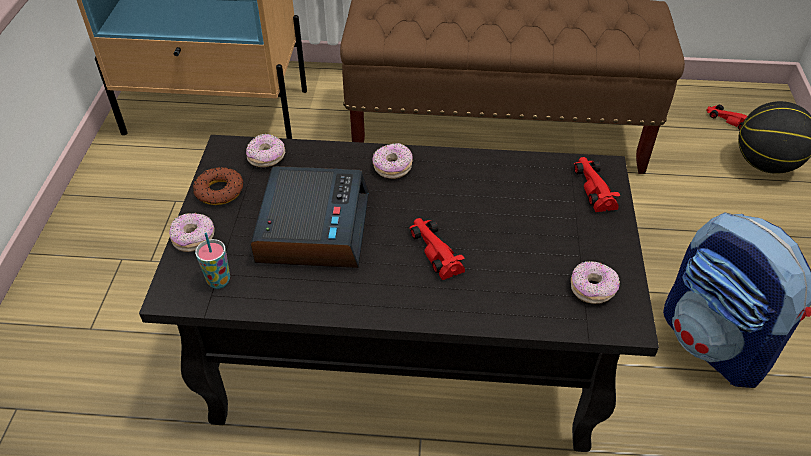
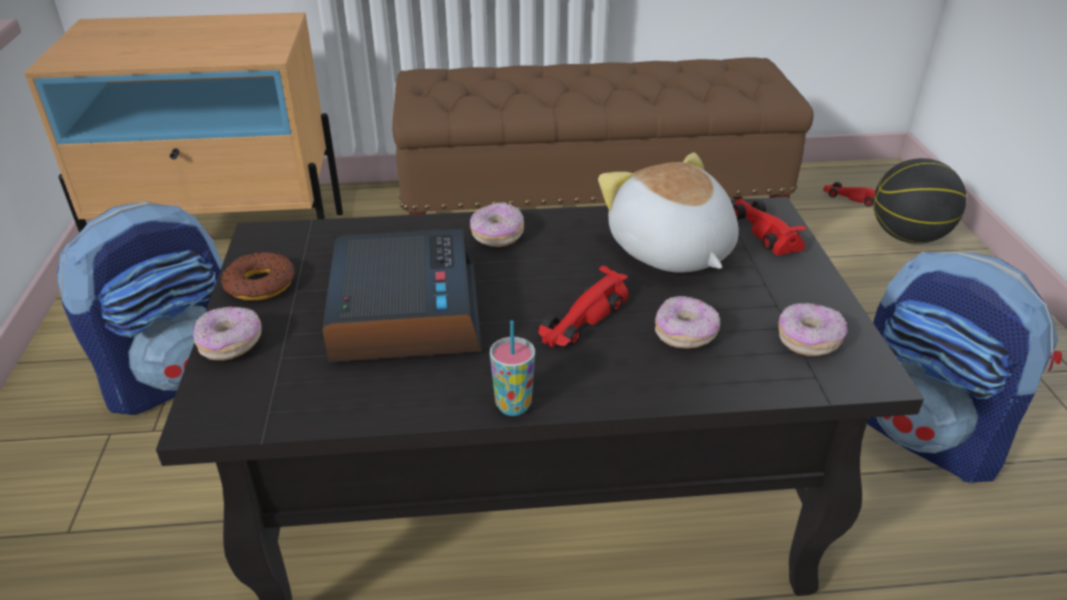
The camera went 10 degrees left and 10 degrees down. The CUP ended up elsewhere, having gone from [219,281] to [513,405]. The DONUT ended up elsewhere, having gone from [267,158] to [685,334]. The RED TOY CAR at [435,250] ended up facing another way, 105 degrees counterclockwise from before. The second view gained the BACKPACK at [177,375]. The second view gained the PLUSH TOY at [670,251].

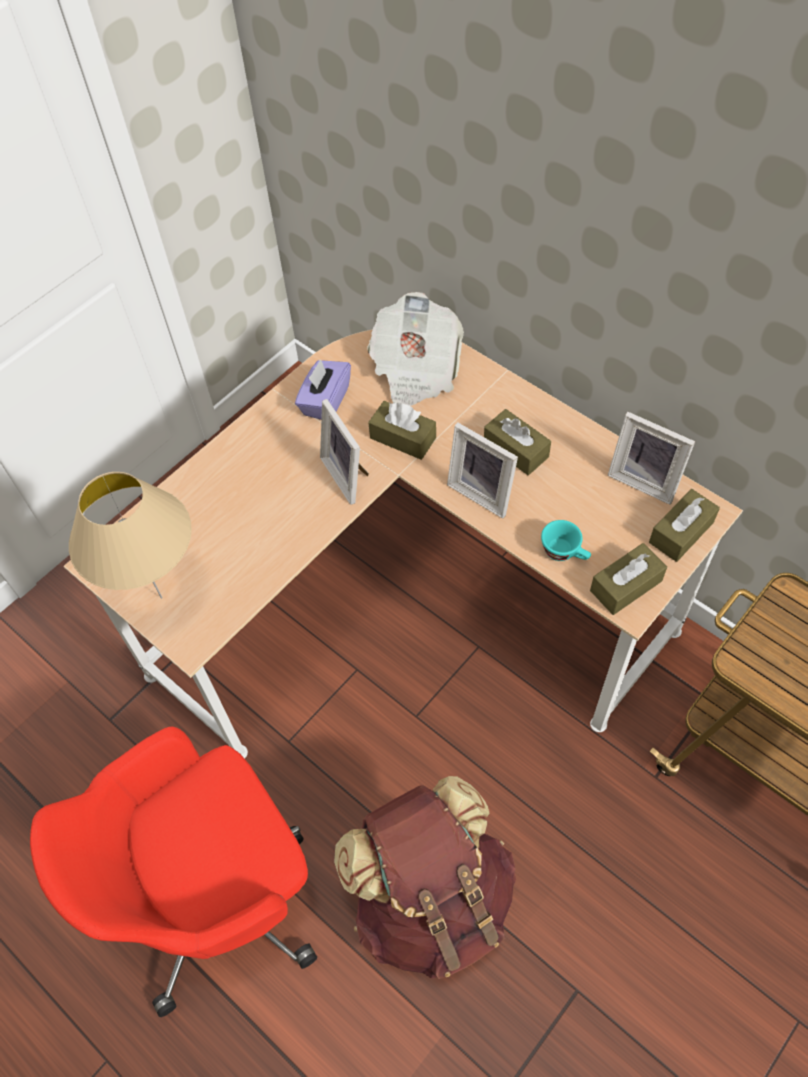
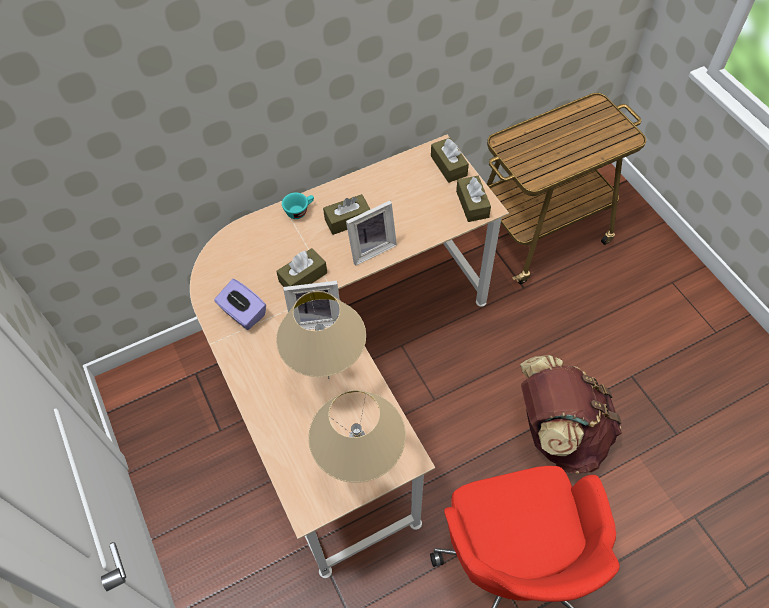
The camera went 70 degrees left and 0 degrees up. The second view lost the NEWSPAPER at [415,370]. The TURQUOISE CUP ended up elsewhere, having gone from [565,552] to [299,211]. The second view lost the PICTURE FRAME at [645,479]. The second view gained the BEIGE TABLE LAMP at [329,379].

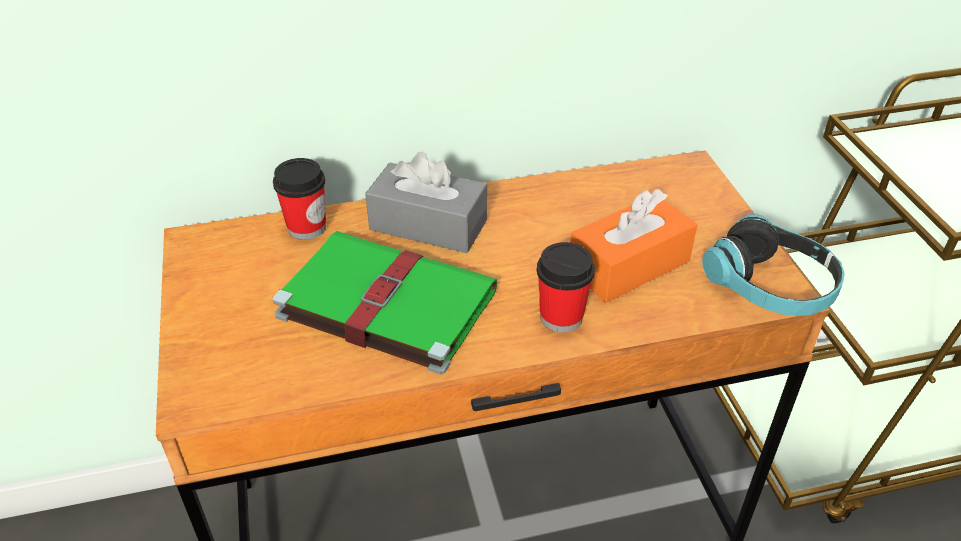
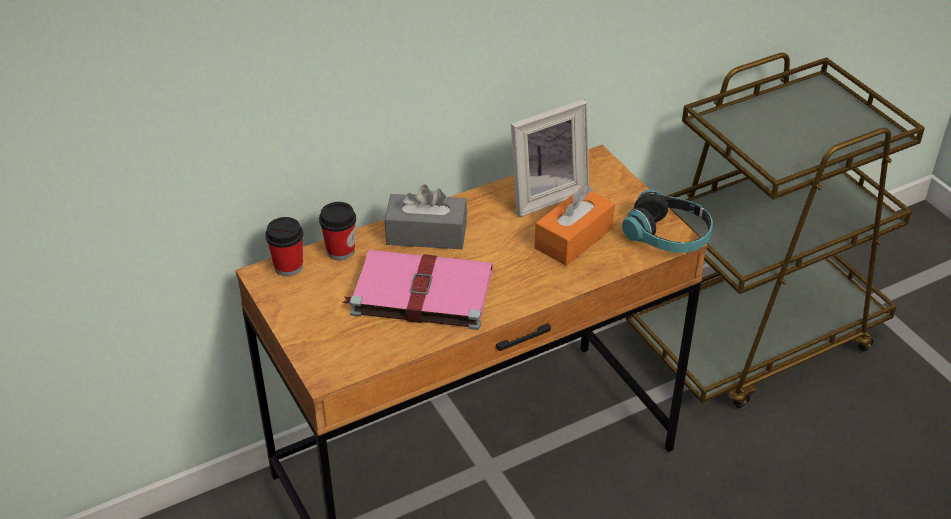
The camera went 15 degrees left and 0 degrees up. What was the GREEN BOOK at [383,303] turned into the PINK BOOK at [419,292]. The CUP ended up elsewhere, having gone from [561,317] to [288,266]. The second view gained the PICTURE FRAME at [545,194].

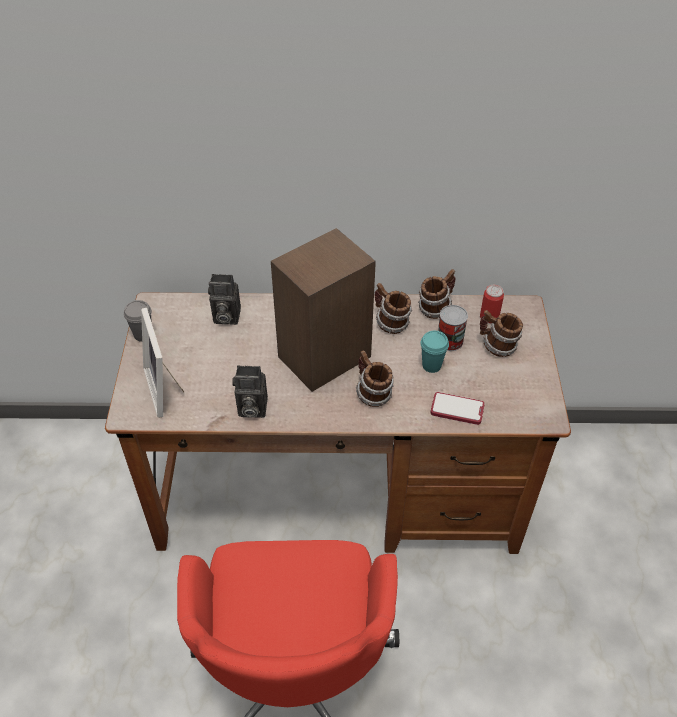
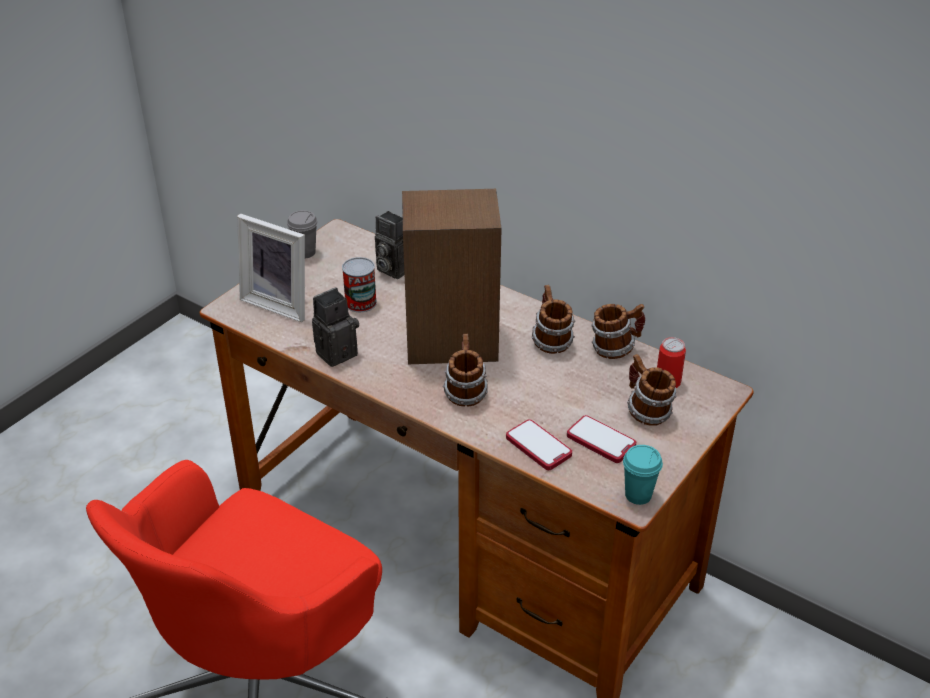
The camera went 35 degrees right and 10 degrees down. The PICTURE FRAME at [166,388] ended up facing another way, 75 degrees counterclockwise from before. The PHOTO CAMERA at [250,408] ended up facing another way, 105 degrees clockwise from before. The TURQUOISE CUP ended up elsewhere, having gone from [431,365] to [638,495]. The CAN ended up elsewhere, having gone from [449,341] to [360,302]. The second view gained the PHONE at [601,441].

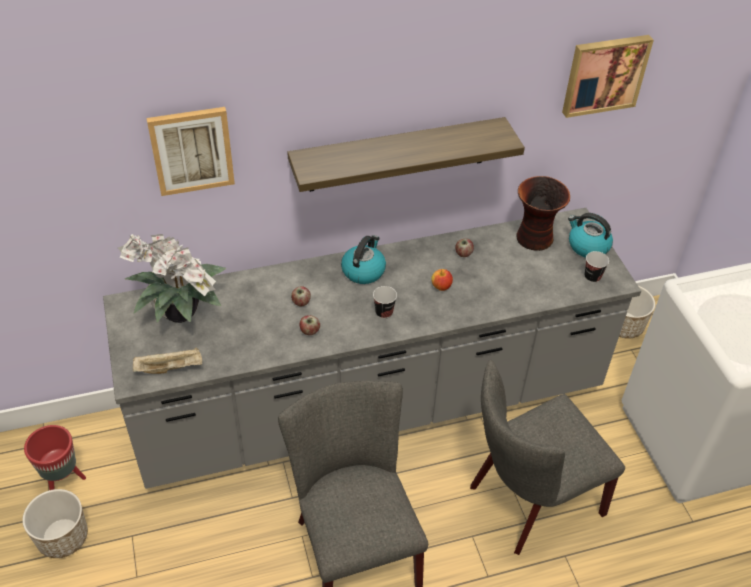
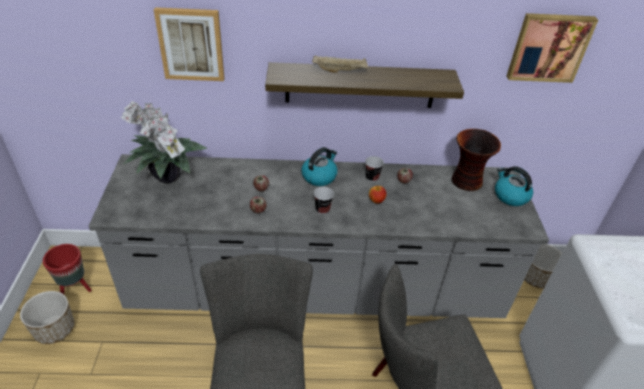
The camera went 15 degrees right and 5 degrees down. The BEIGE TRAY ended up elsewhere, having gone from [170,368] to [340,71]. The CUP ended up elsewhere, having gone from [592,277] to [372,177].

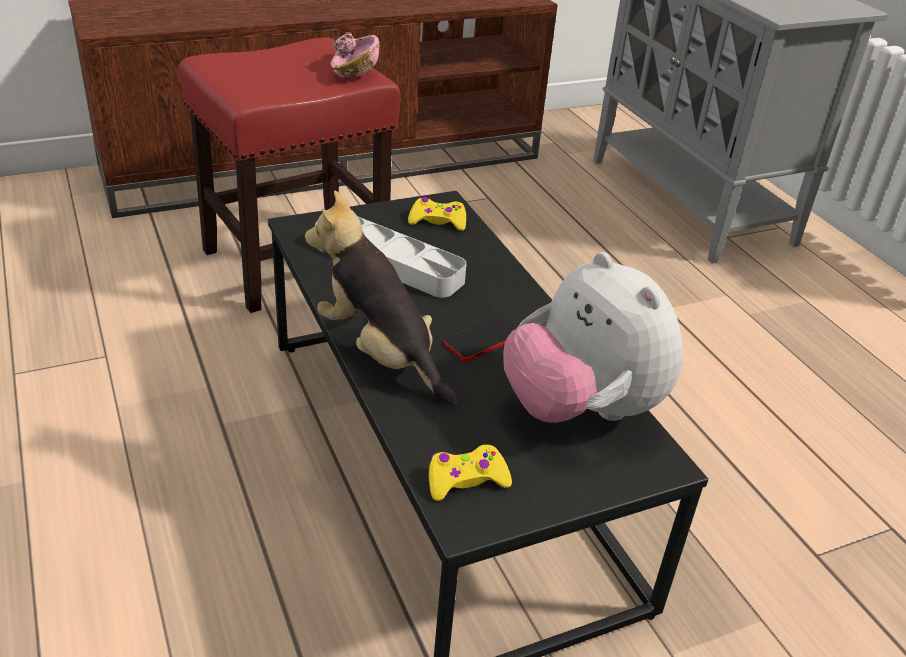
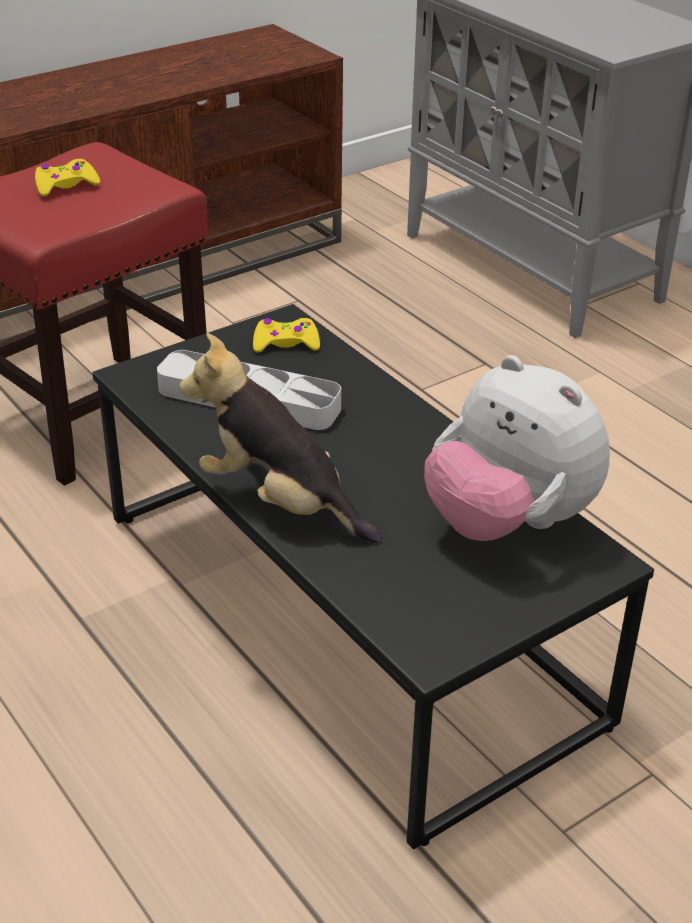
The camera went 10 degrees left and 0 degrees up. The second view lost the PINK BOWL at [349,69]. The YELLOW GAME CONTROLLER ended up elsewhere, having gone from [466,480] to [65,185]. The second view lost the PHONE at [481,340].

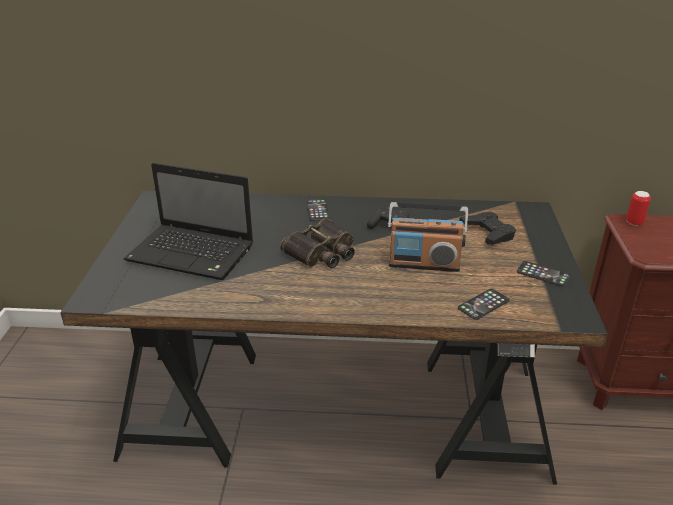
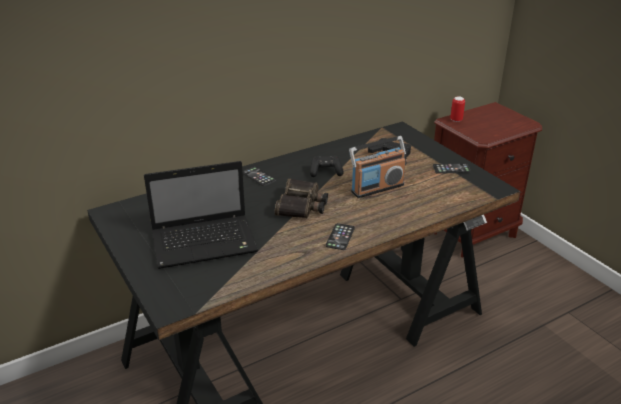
The camera went 35 degrees left and 0 degrees up. The PHONE ended up elsewhere, having gone from [483,304] to [340,237].

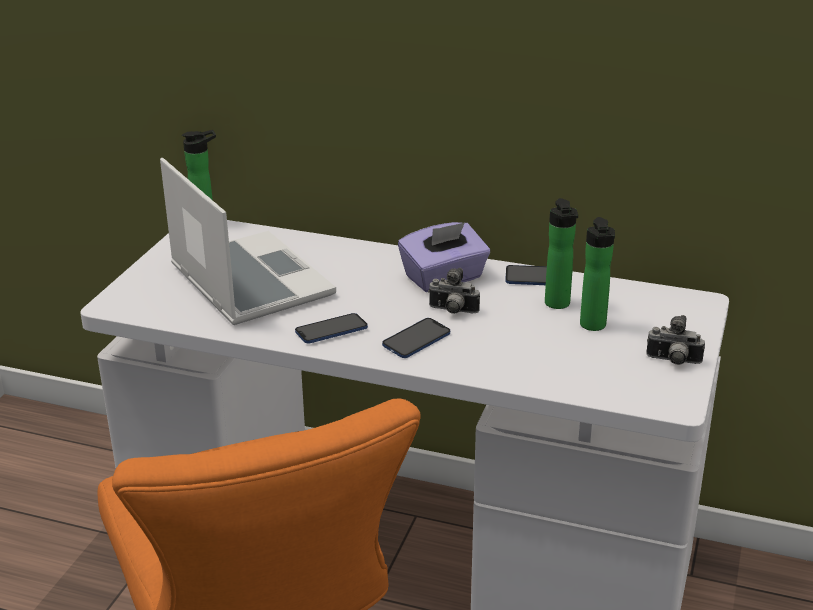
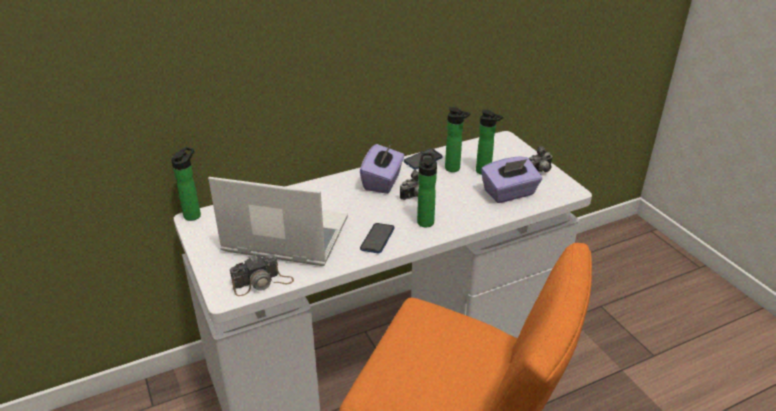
The camera went 45 degrees left and 5 degrees up. Where the PHONE stood at [416,340], the BOTTLE came to stand at [425,220]. The second view gained the PHOTO CAMERA at [262,283]. The second view gained the PURPLE TISSUE BOX at [509,193].

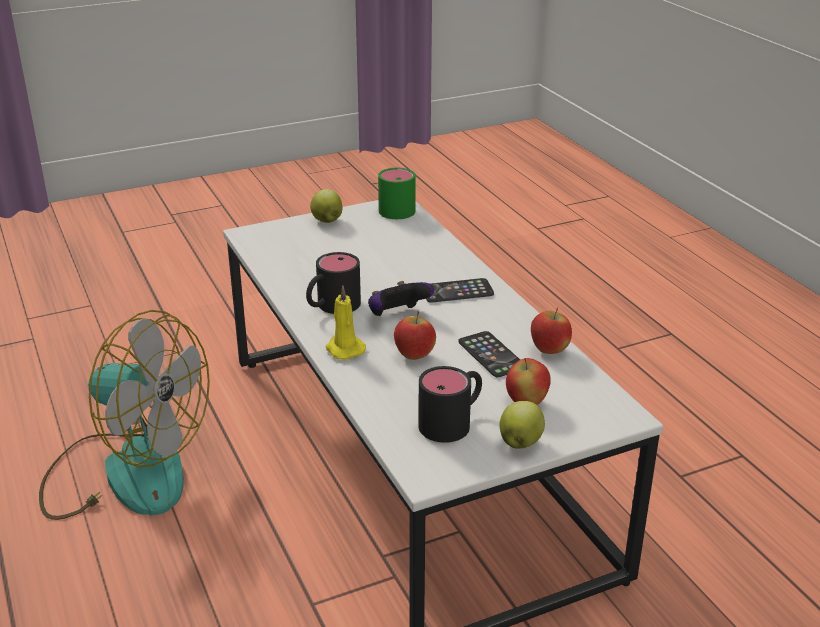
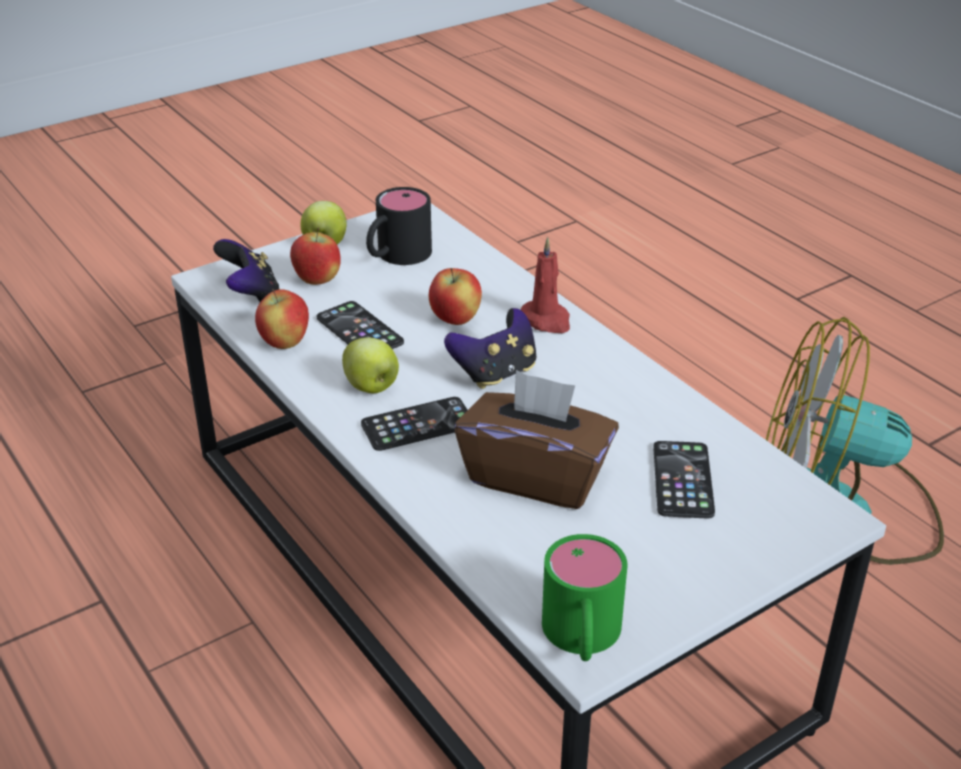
The camera went 170 degrees right and 5 degrees up. The second view lost the BLACK MUG at [331,307]. The APPLE ended up elsewhere, having gone from [327,220] to [372,387]. What was the YELLOW CANDLE at [344,349] turned into the RED CANDLE at [546,320]. The second view gained the GAME CONTROLLER at [250,294]. The second view gained the BROWN TISSUE BOX at [536,476]. The second view gained the PHONE at [682,480].

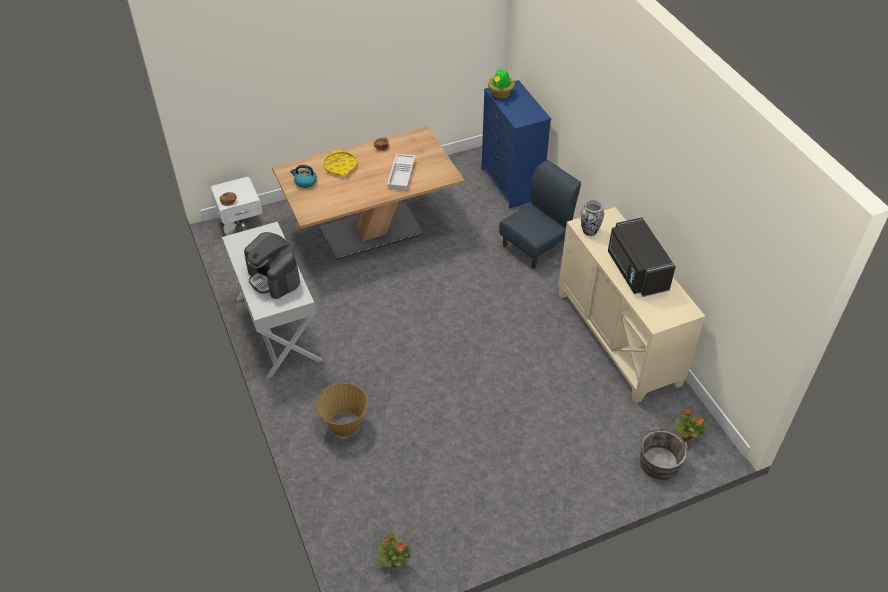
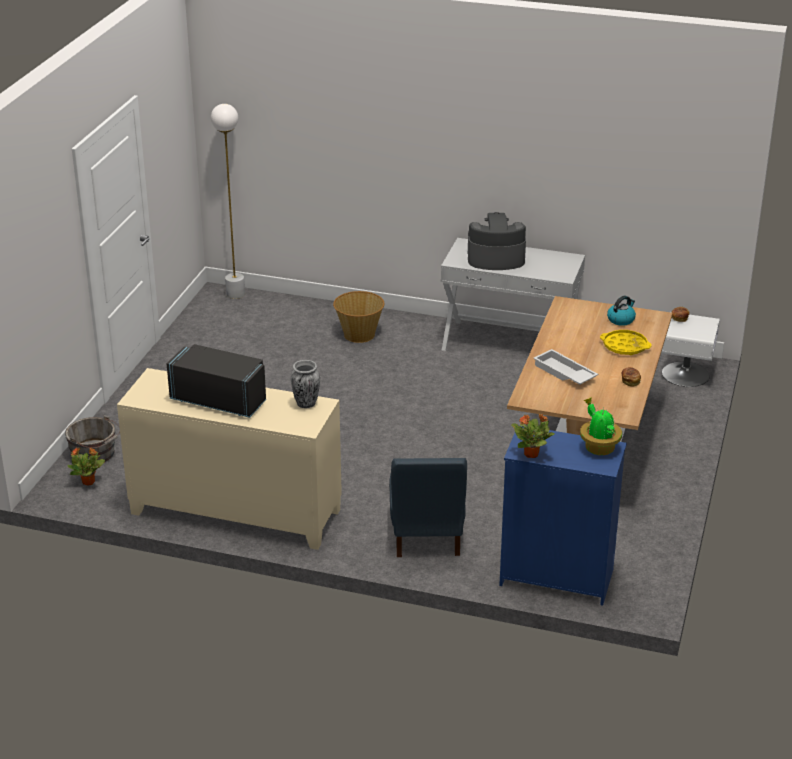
The camera went 130 degrees right and 15 degrees down. The POTTED PLANT ended up elsewhere, having gone from [394,561] to [532,454]. The second view gained the WHITE FLOOR LAMP at [235,294].

